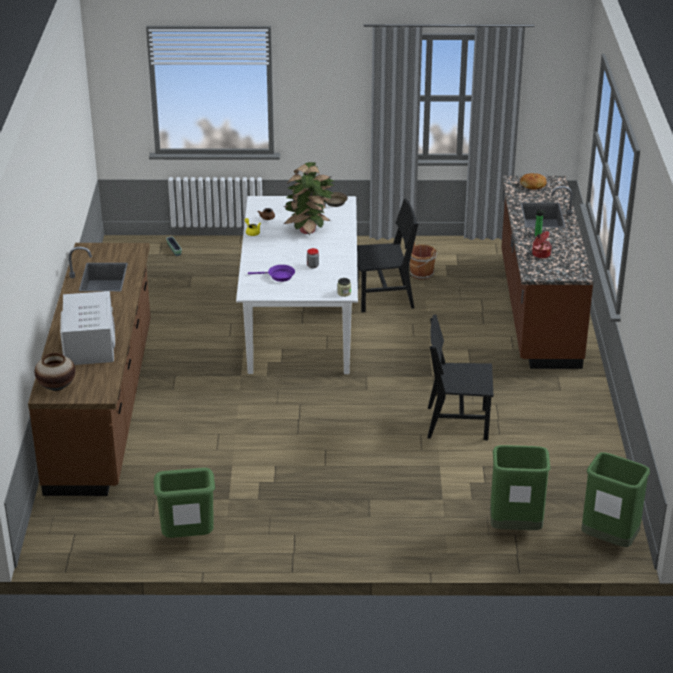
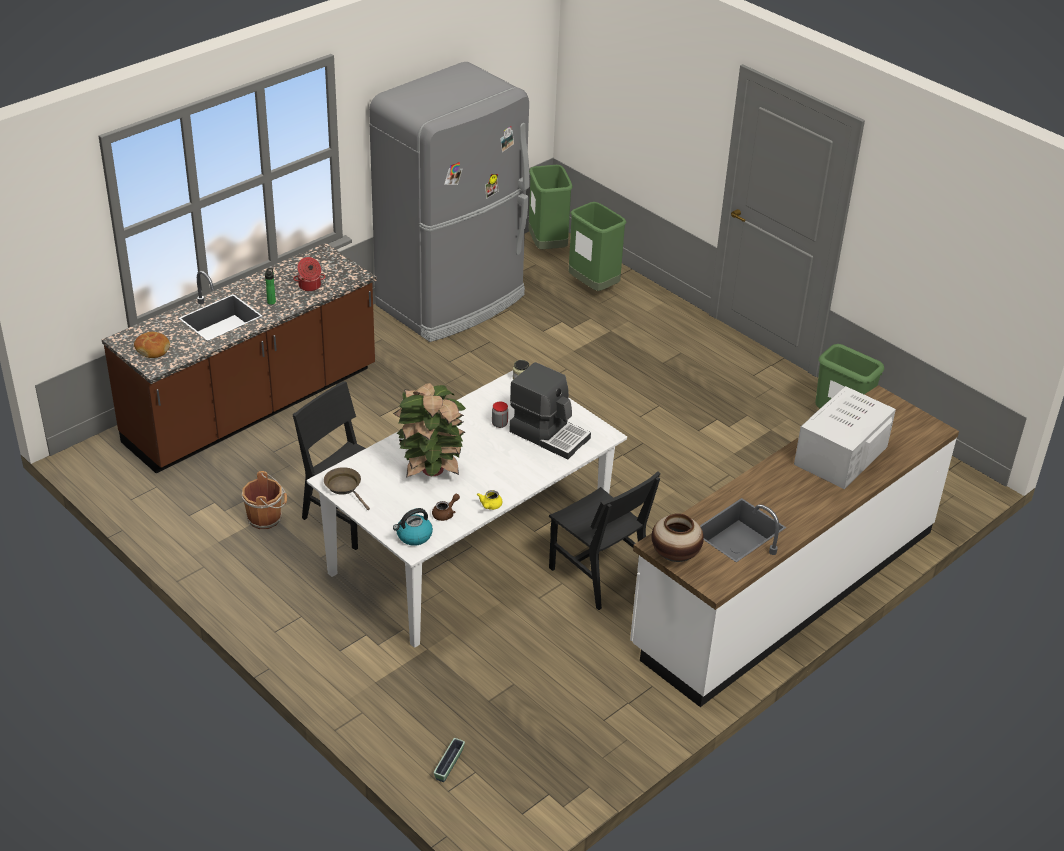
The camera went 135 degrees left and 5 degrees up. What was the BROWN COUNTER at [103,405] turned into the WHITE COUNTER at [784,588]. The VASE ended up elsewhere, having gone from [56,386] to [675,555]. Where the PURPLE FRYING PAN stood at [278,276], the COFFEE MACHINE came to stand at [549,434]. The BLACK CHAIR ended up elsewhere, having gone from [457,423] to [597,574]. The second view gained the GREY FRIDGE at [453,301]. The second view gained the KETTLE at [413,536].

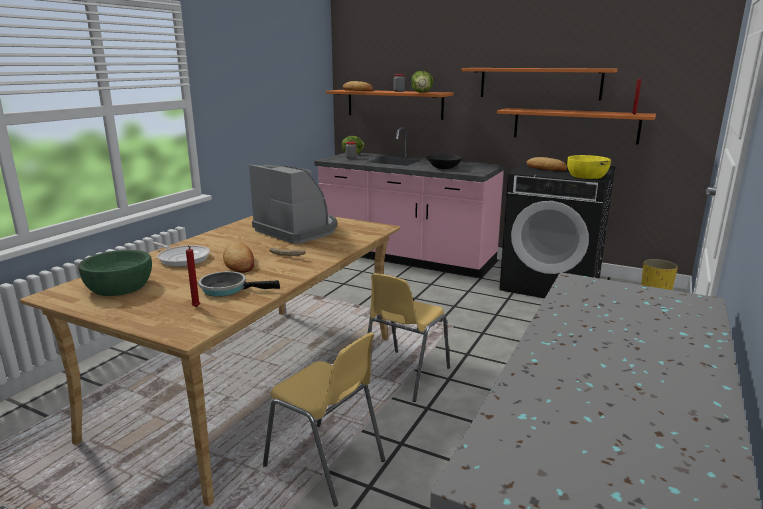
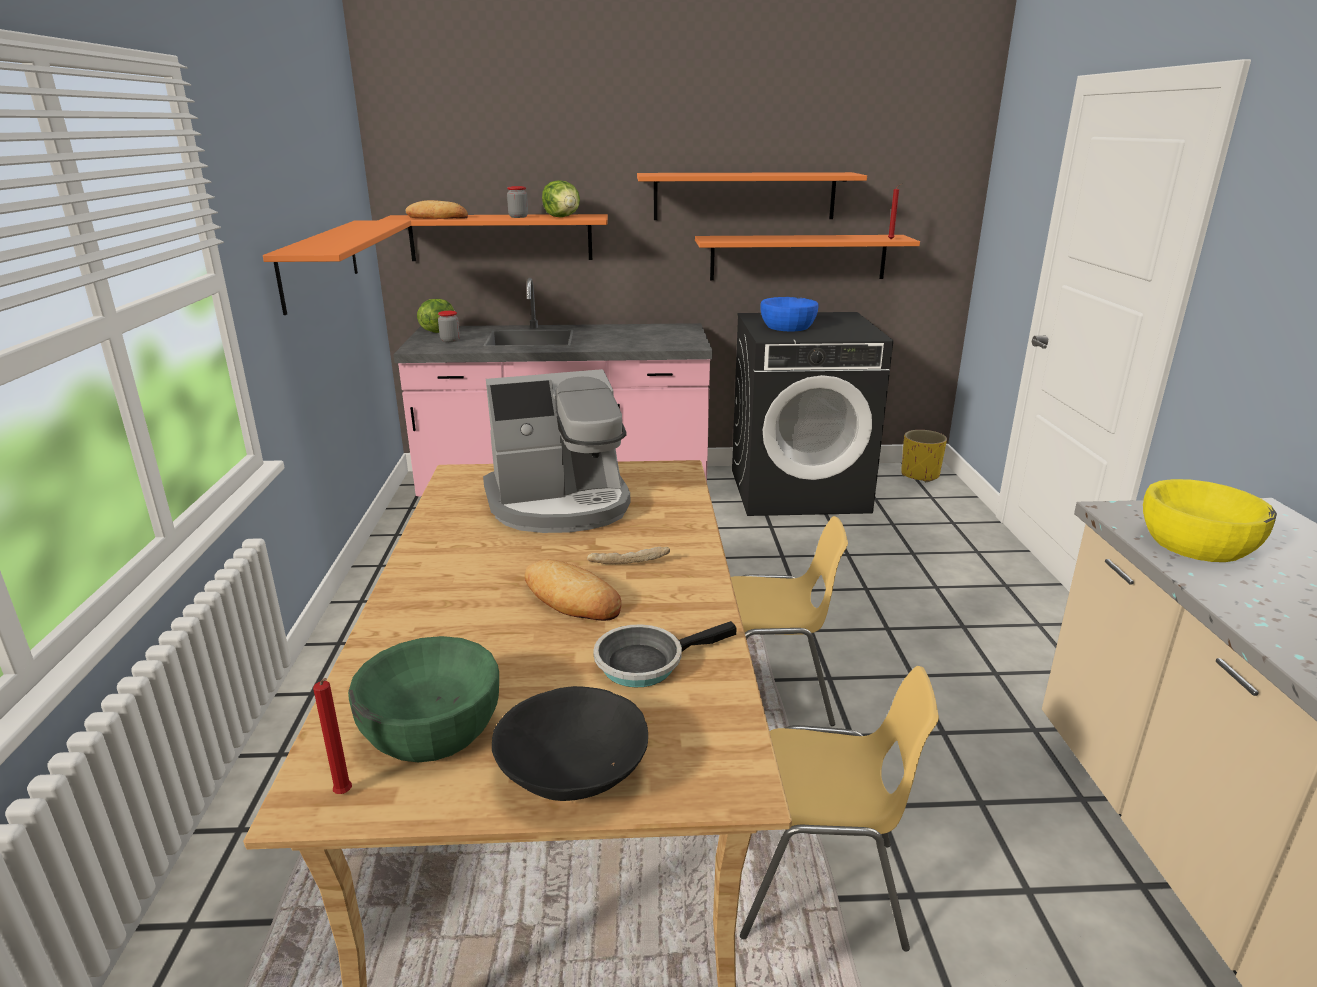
The camera went 30 degrees left and 5 degrees up. The second view lost the FRYING PAN at [182,258]. The RED CANDLE ended up elsewhere, having gone from [196,307] to [344,795]. The COFFEE MACHINE at [297,230] ended up facing another way, 150 degrees clockwise from before. The YELLOW CHAIR at [404,376] ended up facing another way, 90 degrees counterclockwise from before. The BLACK BOWL ended up elsewhere, having gone from [444,168] to [573,772]. Where the BREAD stood at [546,168], the BLUE BOWL came to stand at [787,326]. The YELLOW BOWL ended up elsewhere, having gone from [586,176] to [1197,543]. The second view gained the ORANGE SHELF at [319,263].

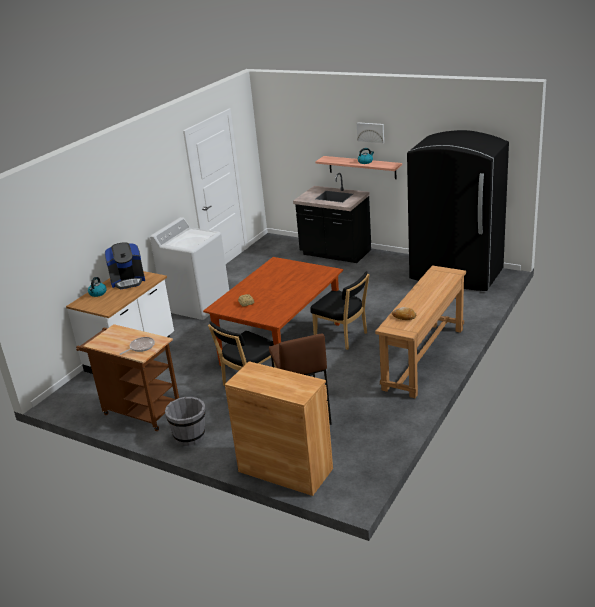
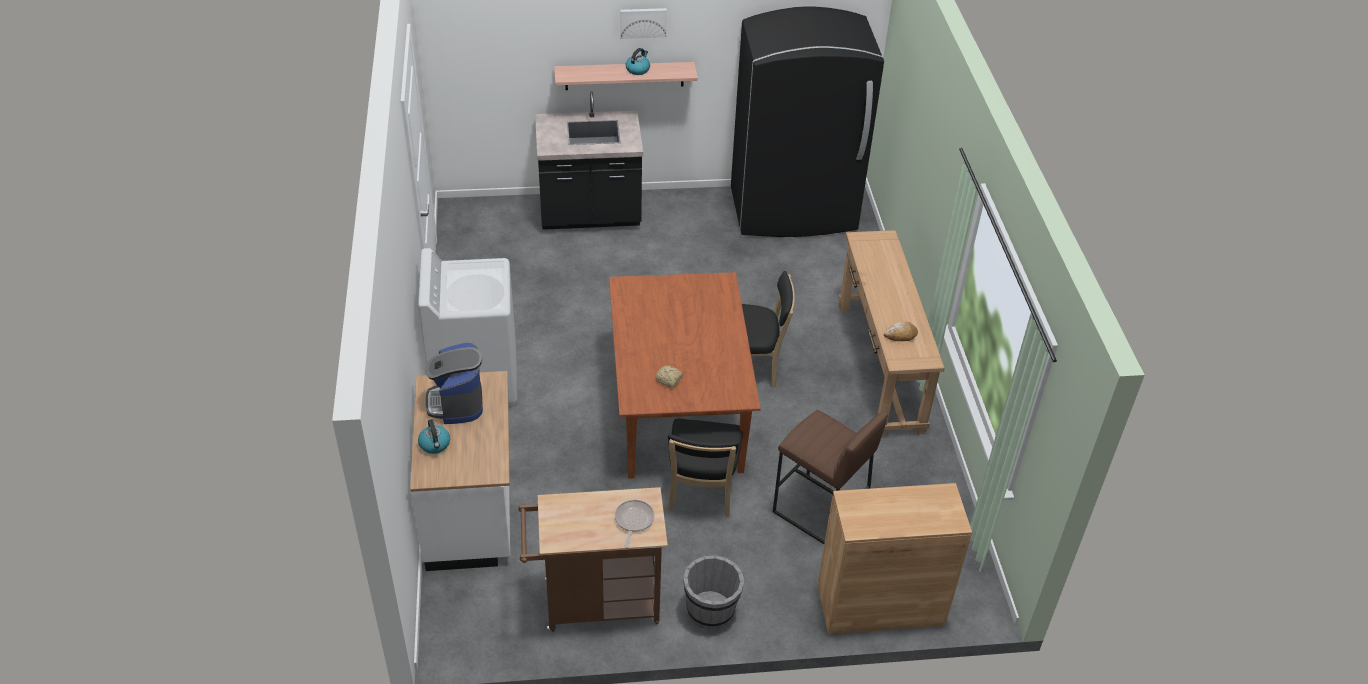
The camera went 40 degrees left and 15 degrees up. The COFFEE MACHINE at [128,281] ended up facing another way, 135 degrees clockwise from before.

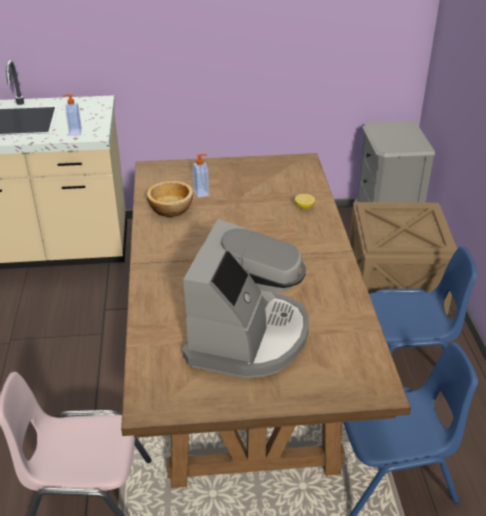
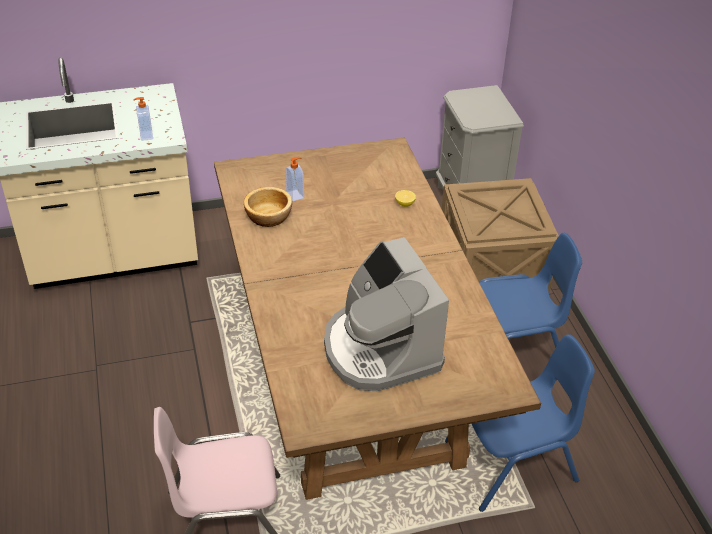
The camera went 10 degrees left and 5 degrees up. The COFFEE MACHINE at [247,336] ended up facing another way, 150 degrees clockwise from before.

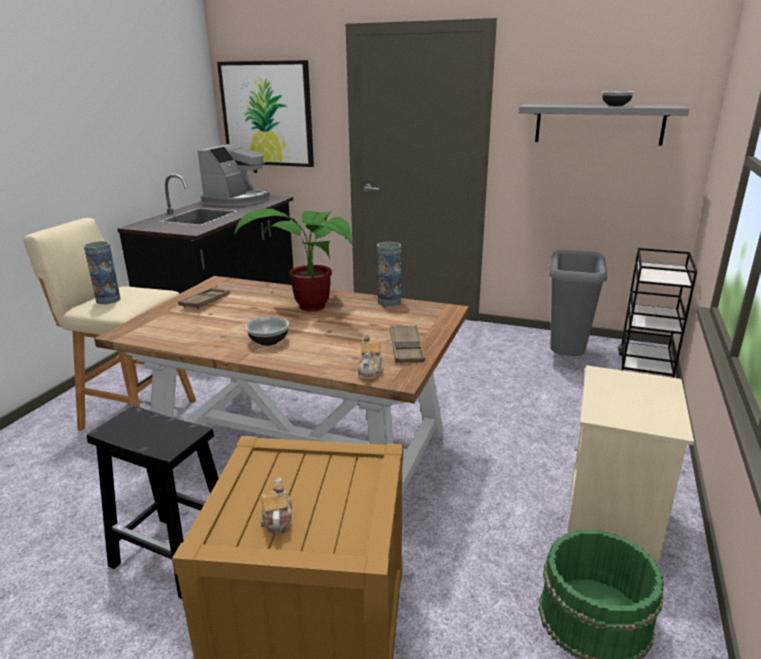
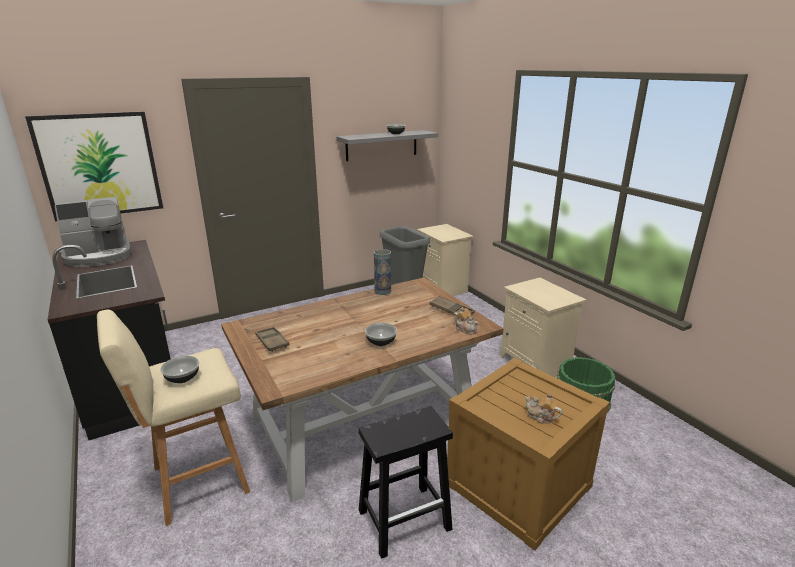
The camera went 50 degrees left and 0 degrees up. Where the VASE stood at [108,300], the BOWL came to stand at [182,378]. The COFFEE MACHINE at [238,200] ended up facing another way, 90 degrees clockwise from before. The second view lost the POTTED PLANT at [307,308]. Where the BLACK CART stood at [644,370], the BEIGE NIGHTSTAND came to stand at [443,288].

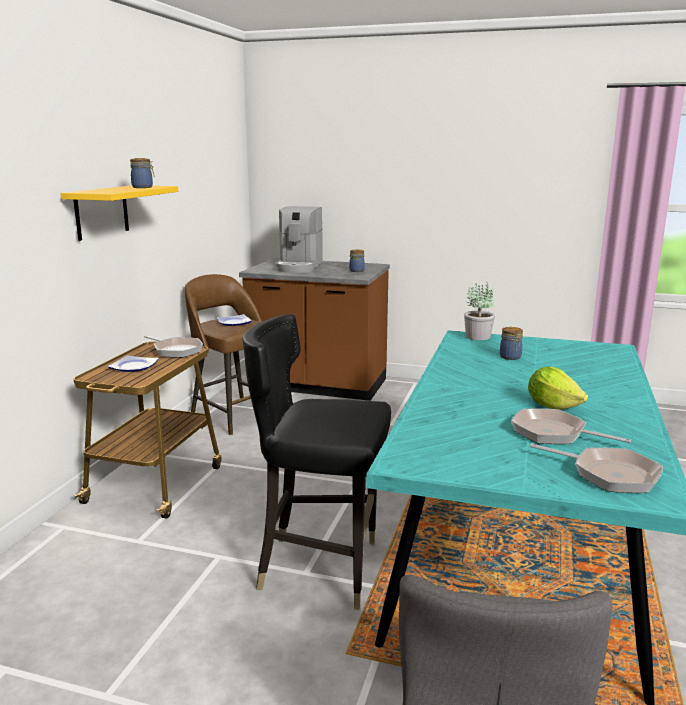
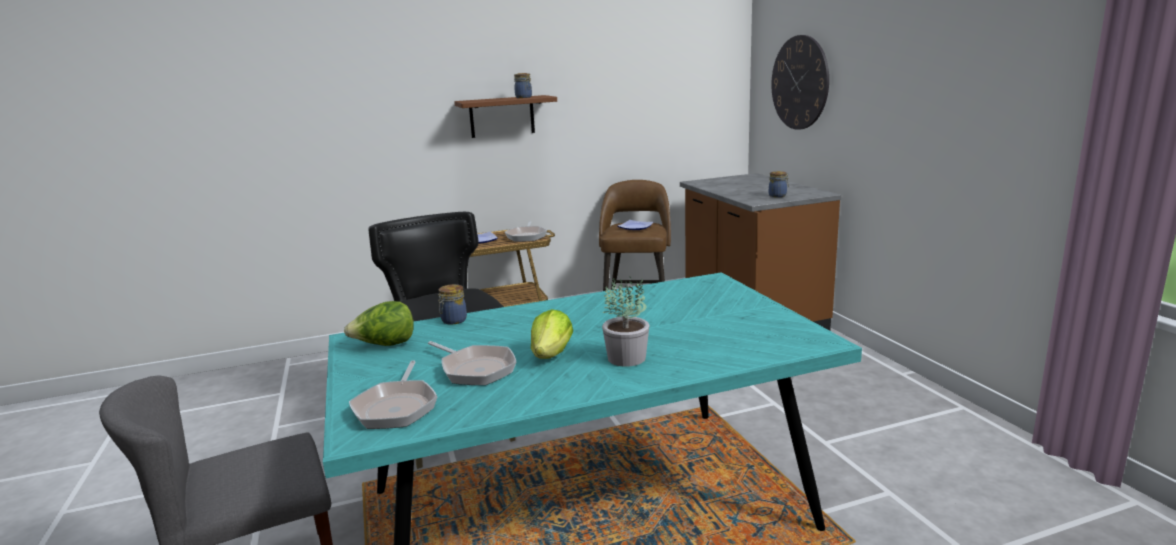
The camera went 55 degrees right and 0 degrees up. What was the YELLOW SHELF at [101,212] turned into the BROWN SHELF at [502,116]. The second view lost the COFFEE MACHINE at [299,267]. The POTTED PLANT ended up elsewhere, having gone from [477,336] to [627,358]. The JAR ended up elsewhere, having gone from [510,357] to [453,321]. The FRYING PAN at [554,433] ended up facing another way, 135 degrees clockwise from before. The second view gained the LETTUCE at [385,345]. The second view gained the WALL CLOCK at [799,83].

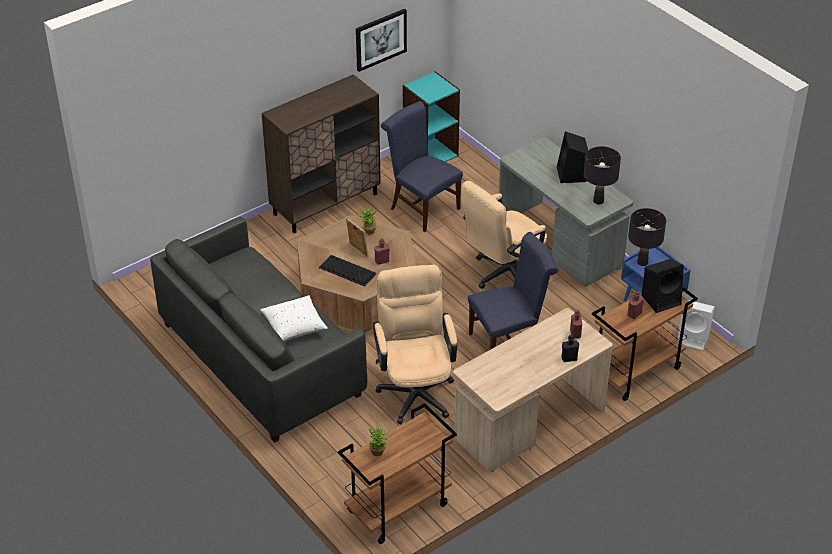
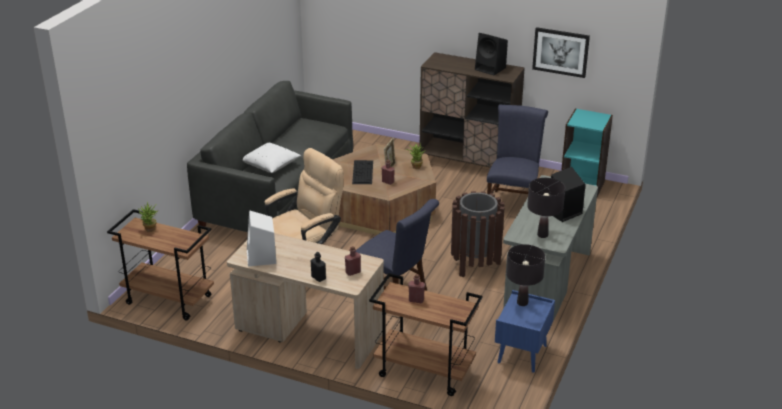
The camera went 60 degrees right and 10 degrees down. Where the BEIGE OFFICE CHAIR stood at [503,275], the BROWN TRASH CAN came to stand at [475,264]. The BLACK SPEAKER ended up elsewhere, having gone from [661,299] to [491,69]. The WHITE SPEAKER ended up elsewhere, having gone from [694,338] to [261,257].

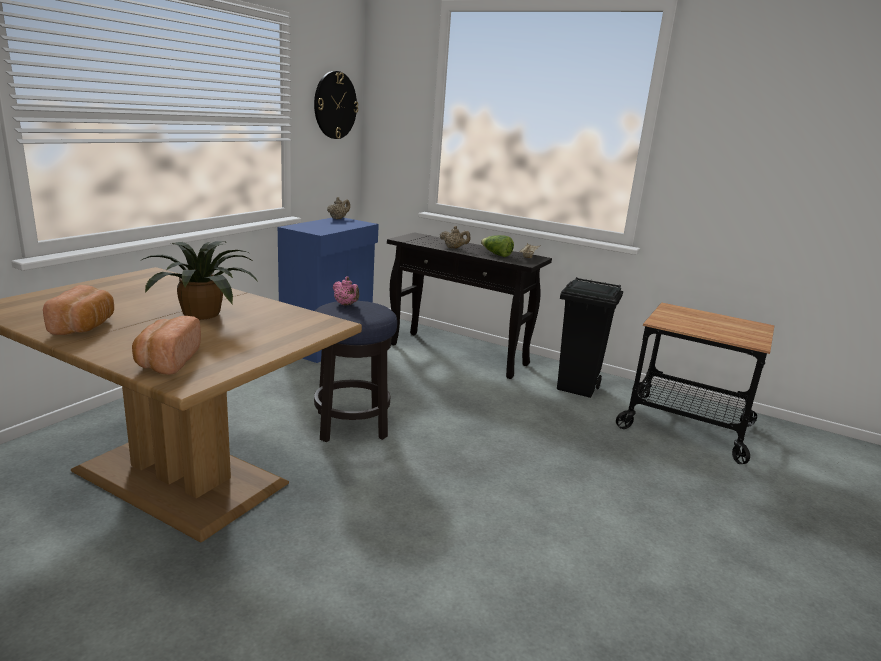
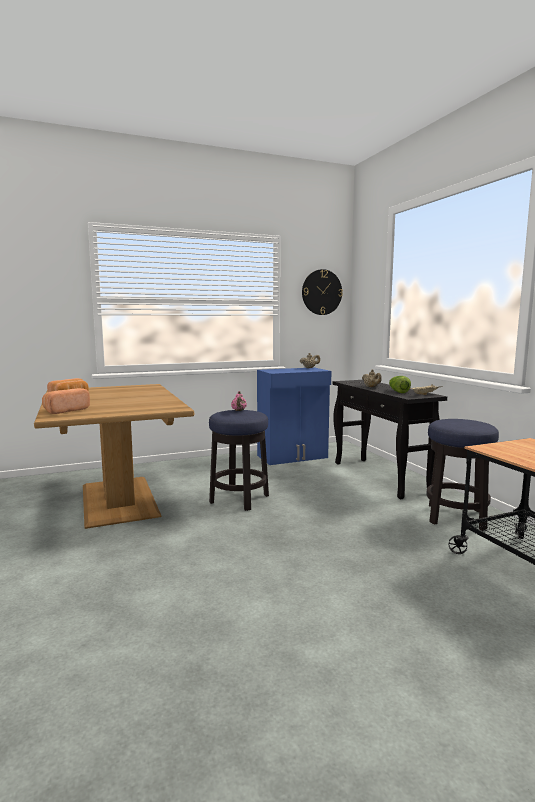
The camera went 40 degrees right and 10 degrees down. The second view lost the POTTED PLANT at [204,315]. Where the BLACK TRASH CAN stood at [577,388], the STOOL came to stand at [456,517].

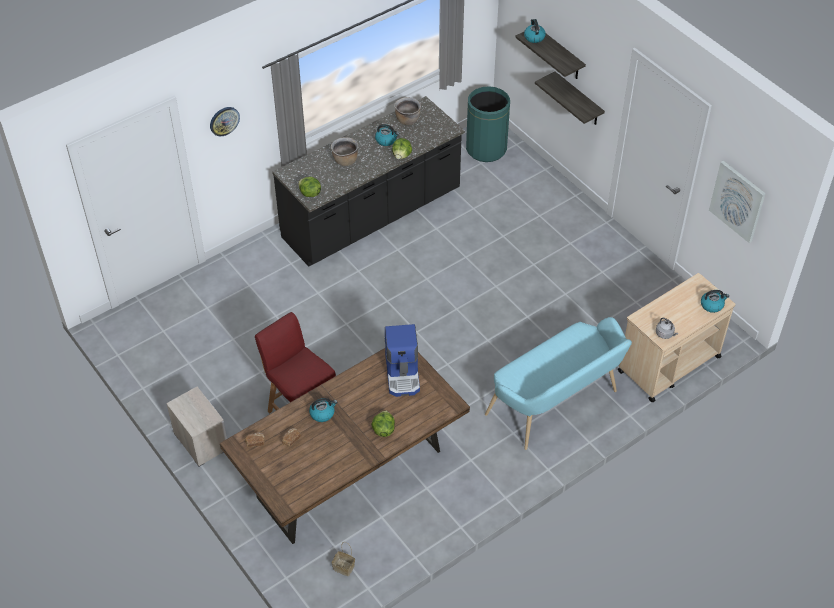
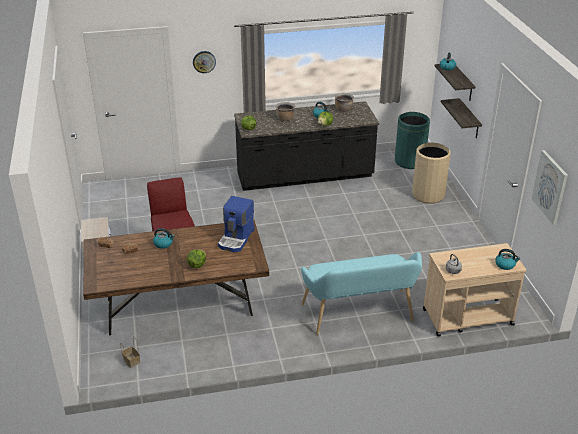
The camera went 25 degrees right and 15 degrees down. The second view gained the BEIGE TRASH CAN at [428,195].

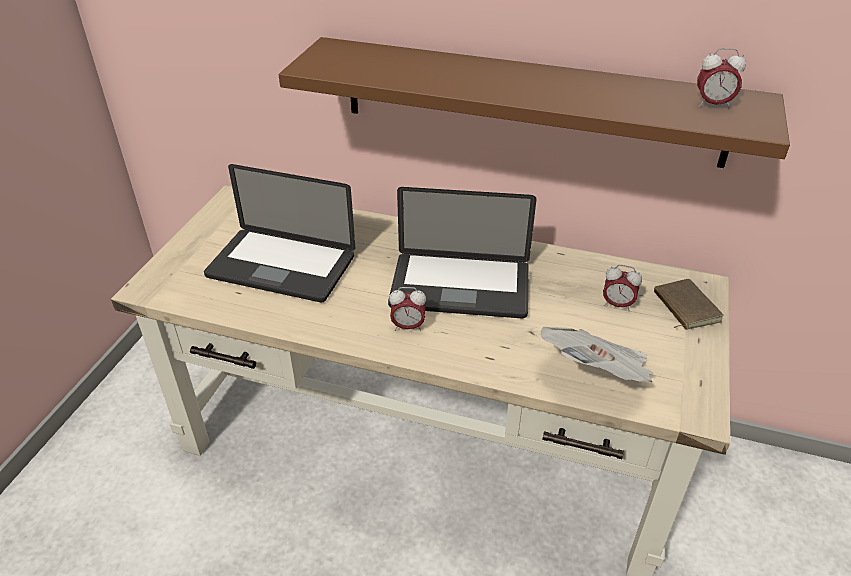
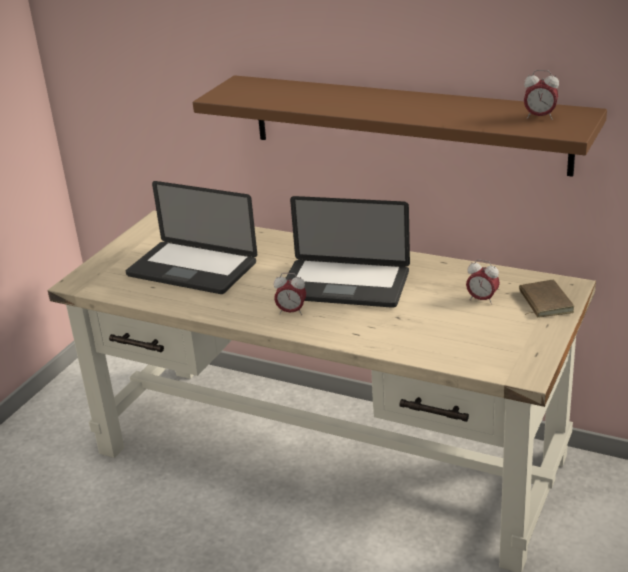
The camera went 10 degrees right and 10 degrees down. The second view lost the NEWSPAPER at [597,374].

